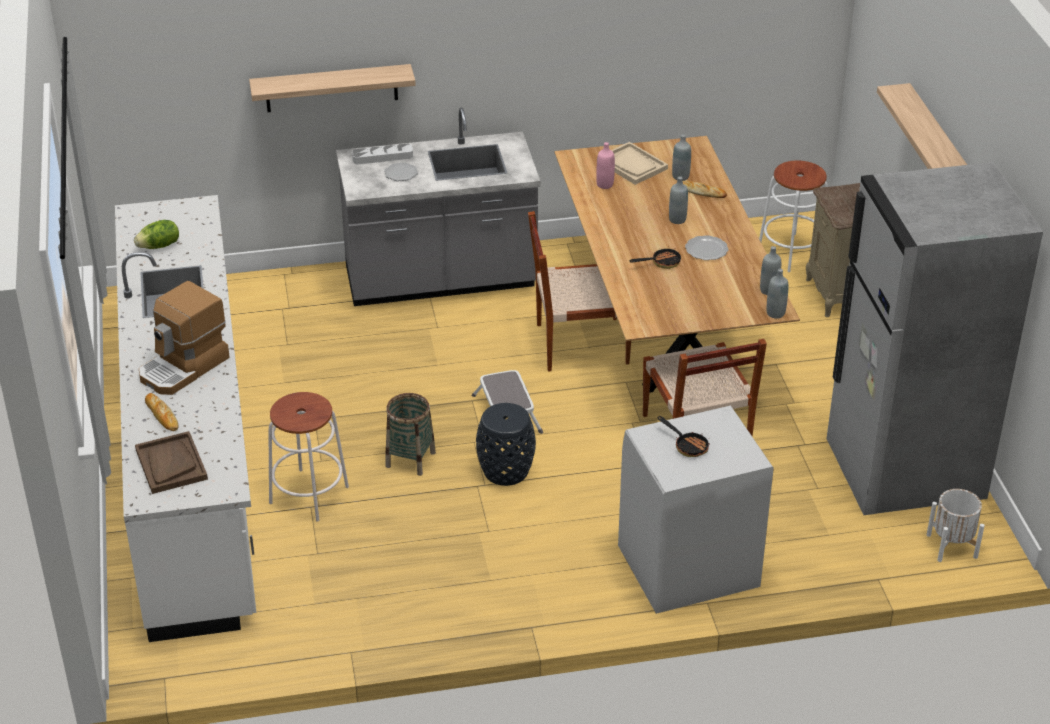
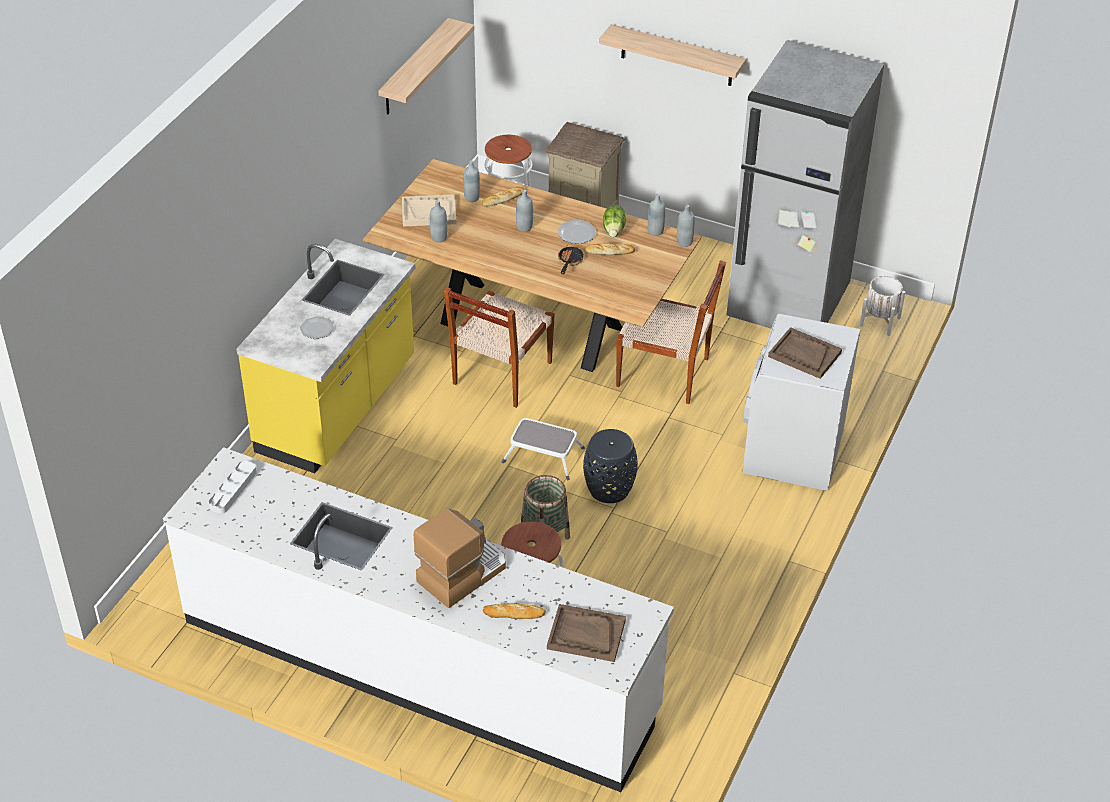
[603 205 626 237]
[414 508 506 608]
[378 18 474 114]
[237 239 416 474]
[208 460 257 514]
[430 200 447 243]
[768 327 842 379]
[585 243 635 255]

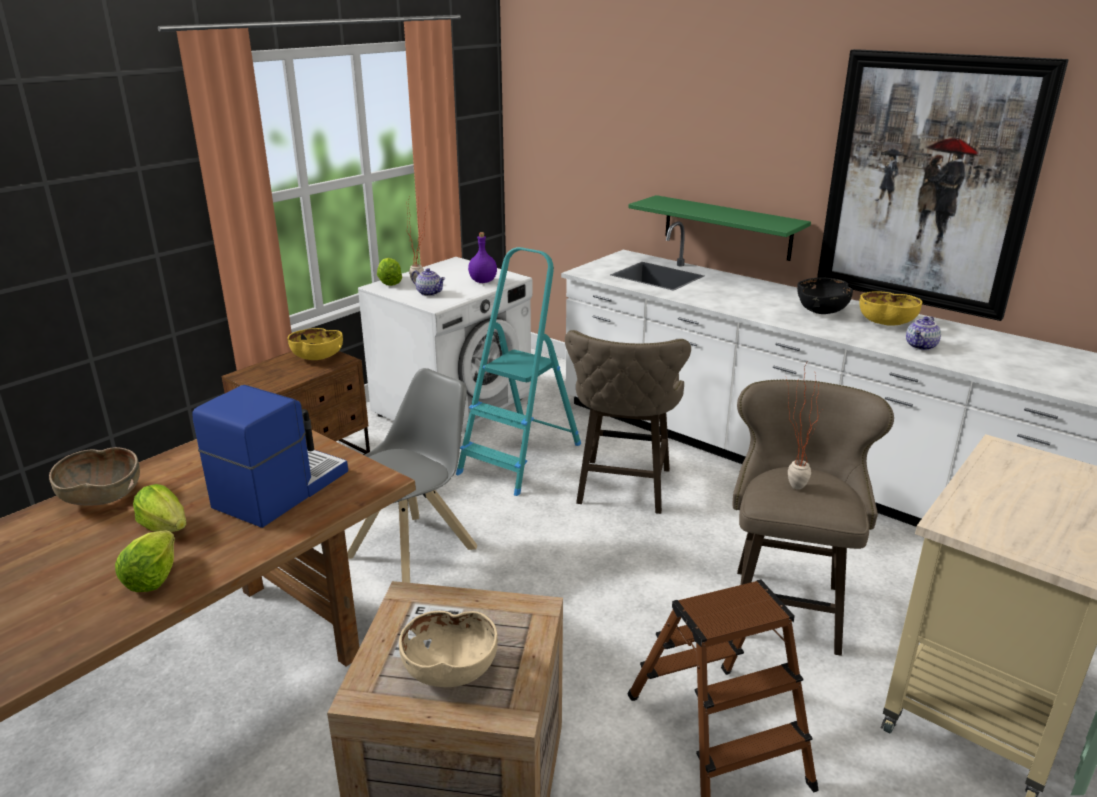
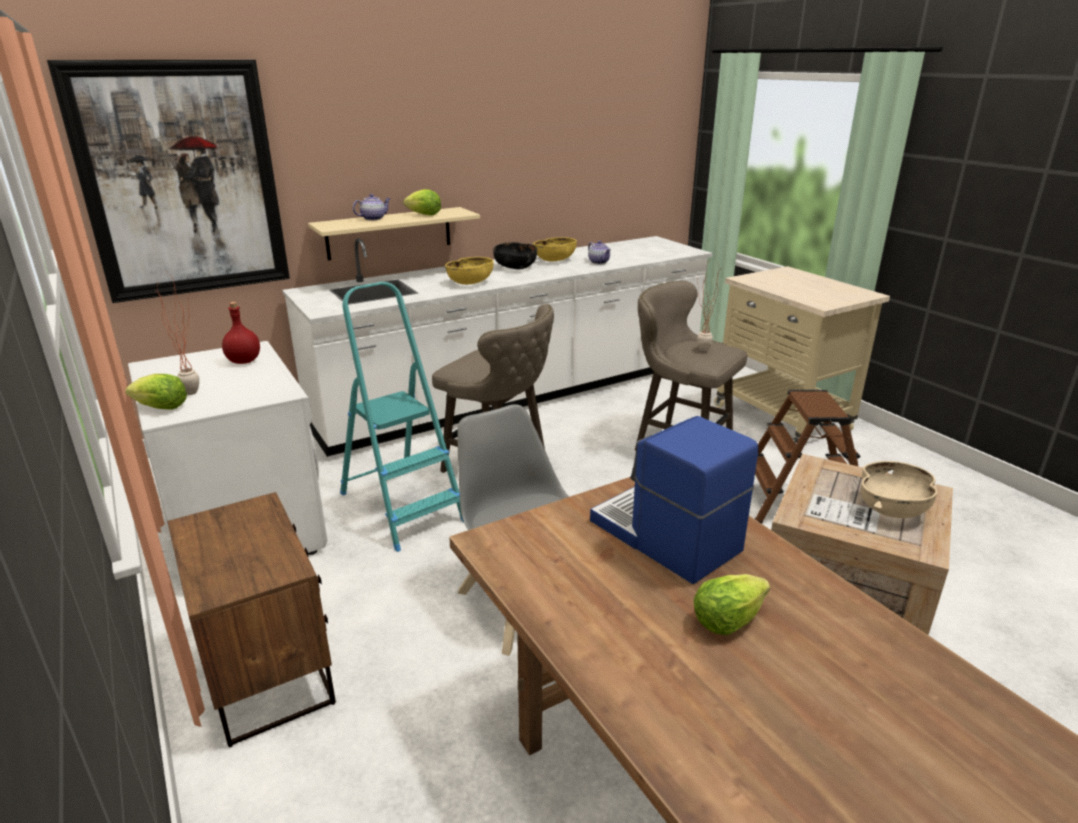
[49 447 140 505] (first image)
[403 189 441 215]
[445 257 494 285]
[353 194 391 220]
[222 302 260 364]
[308 207 480 261]
[47 60 290 303]

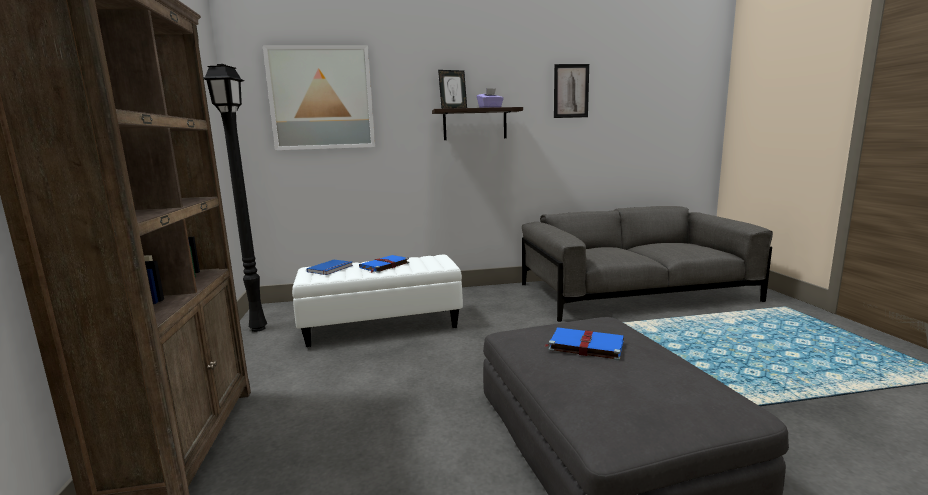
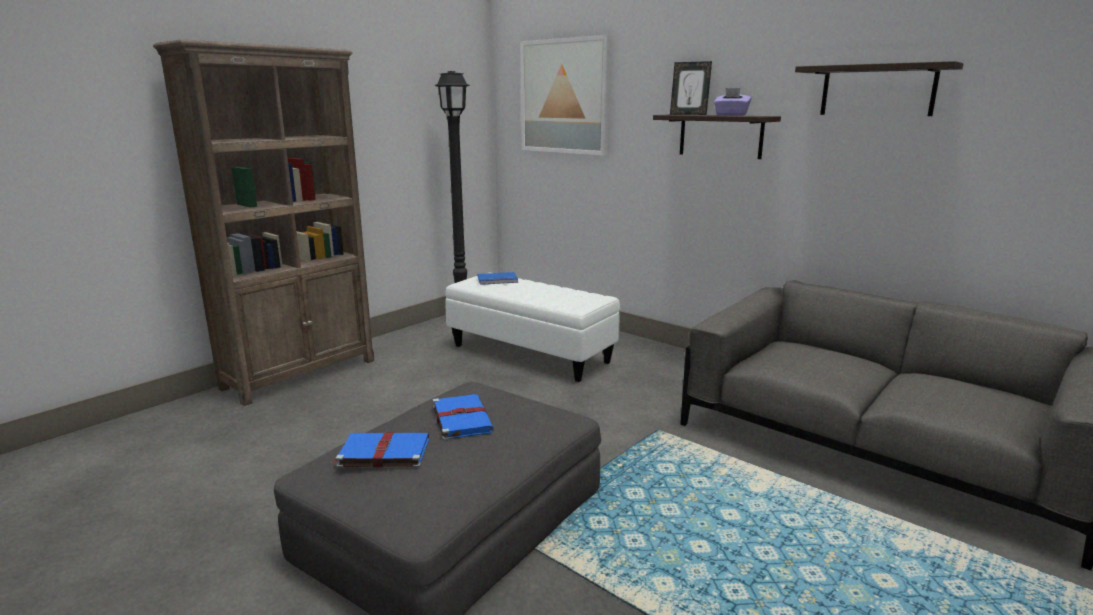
[333 432 429 468]
[795 61 964 116]

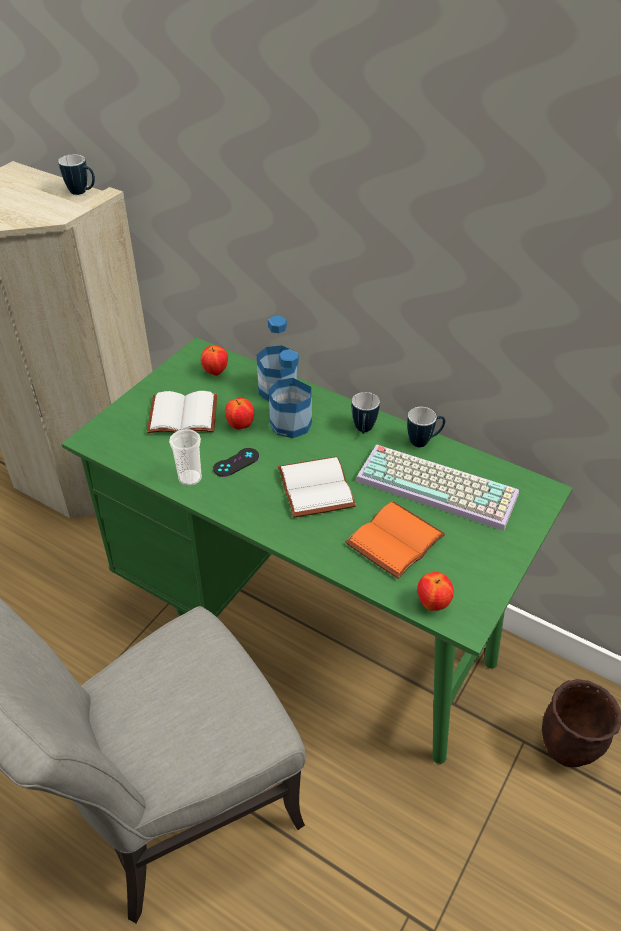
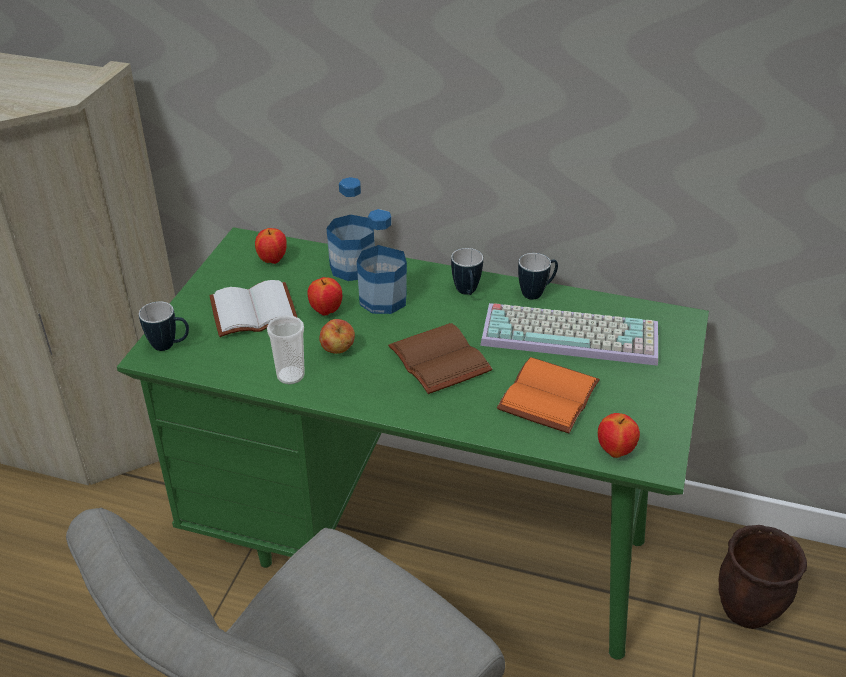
[139 301 189 351]
[319 319 355 354]
[388 323 492 394]

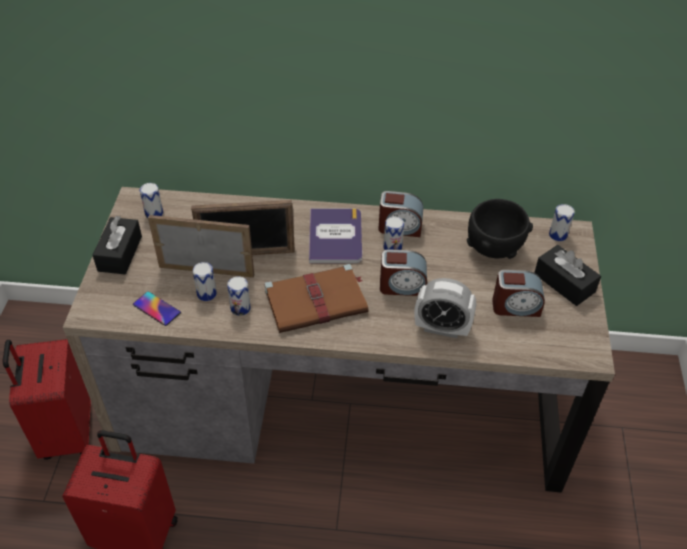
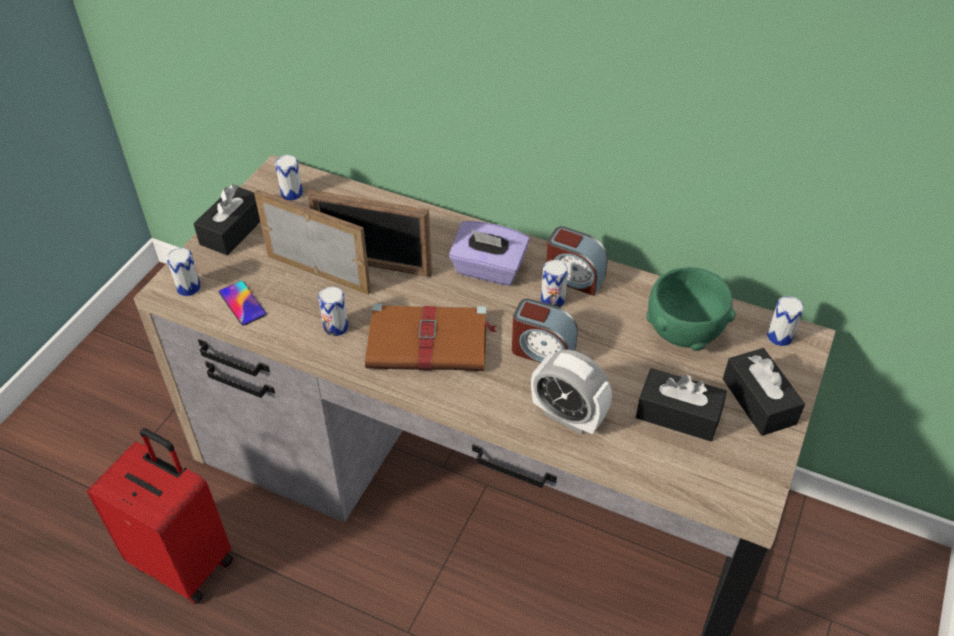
[3 339 91 460] (first image)
[166 247 201 296]
[449 221 530 286]
[646 267 736 351]
[636 368 727 441]

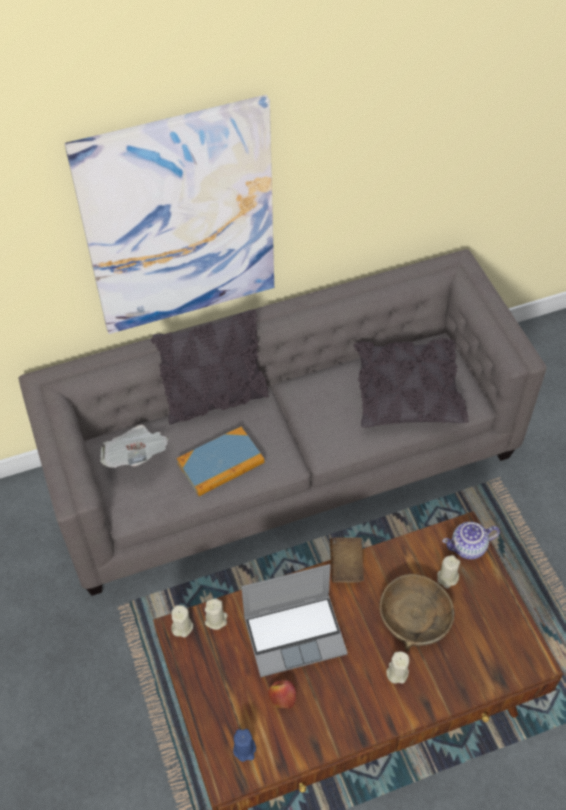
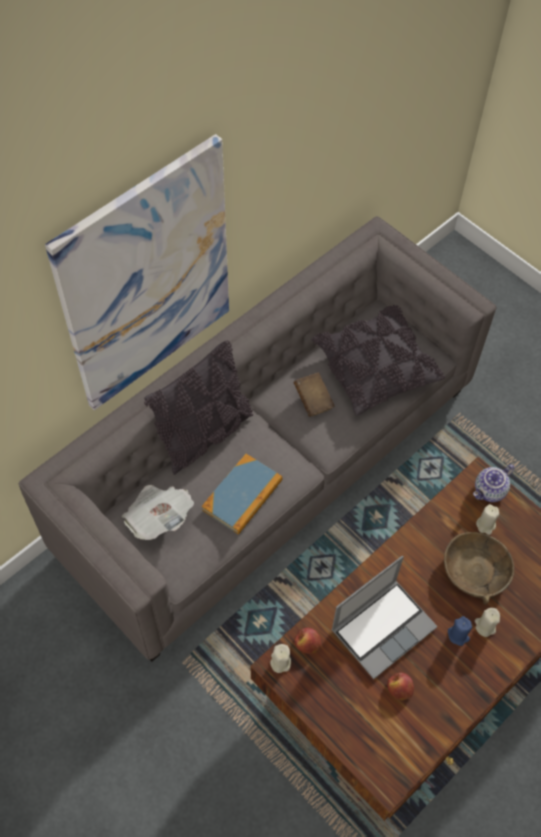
[294 628 322 654]
[448 616 472 646]
[293 372 335 417]

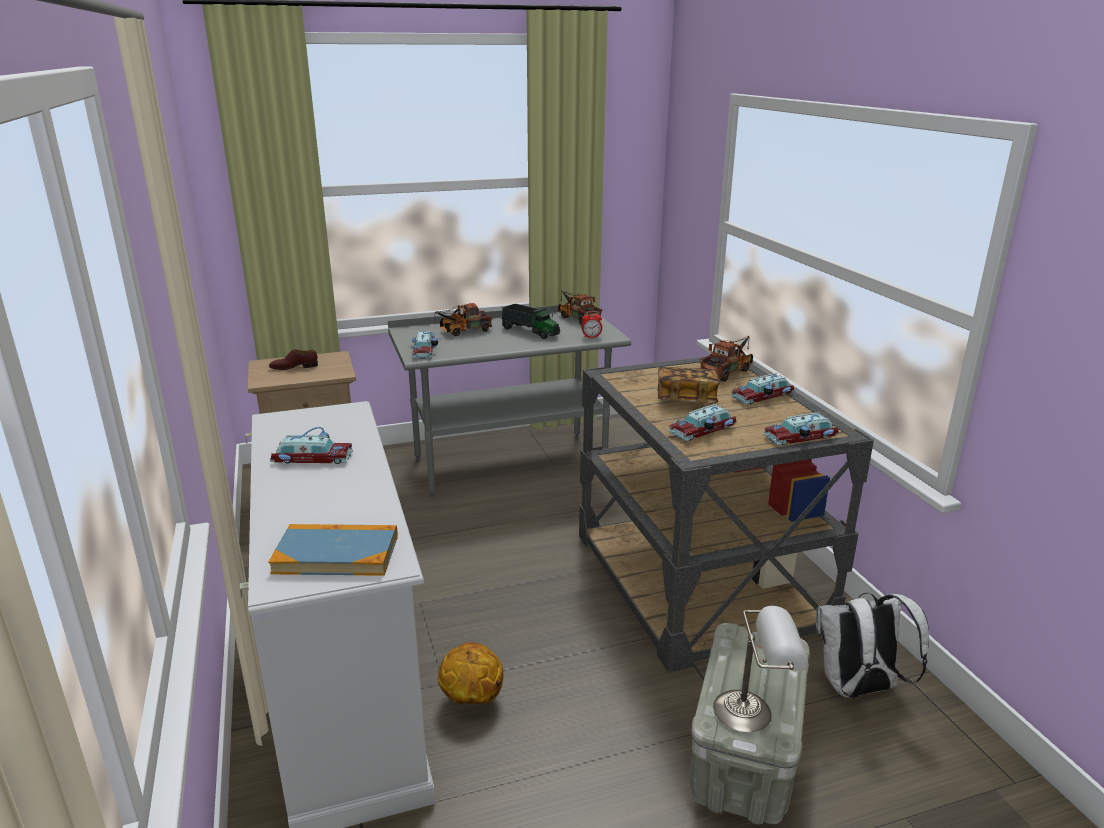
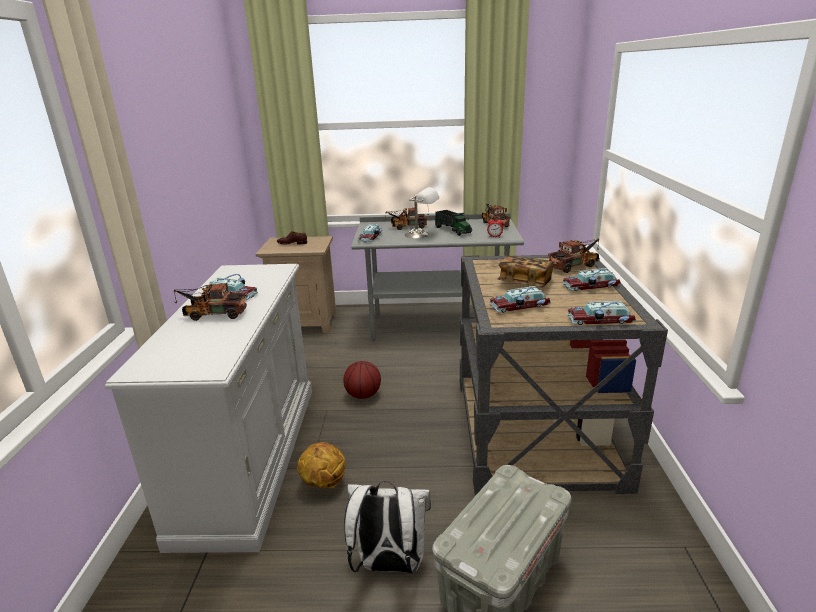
[269 524 398 576] (first image)
[405 187 439 238]
[344 481 431 573]
[174 282 247 321]
[343 361 381 399]

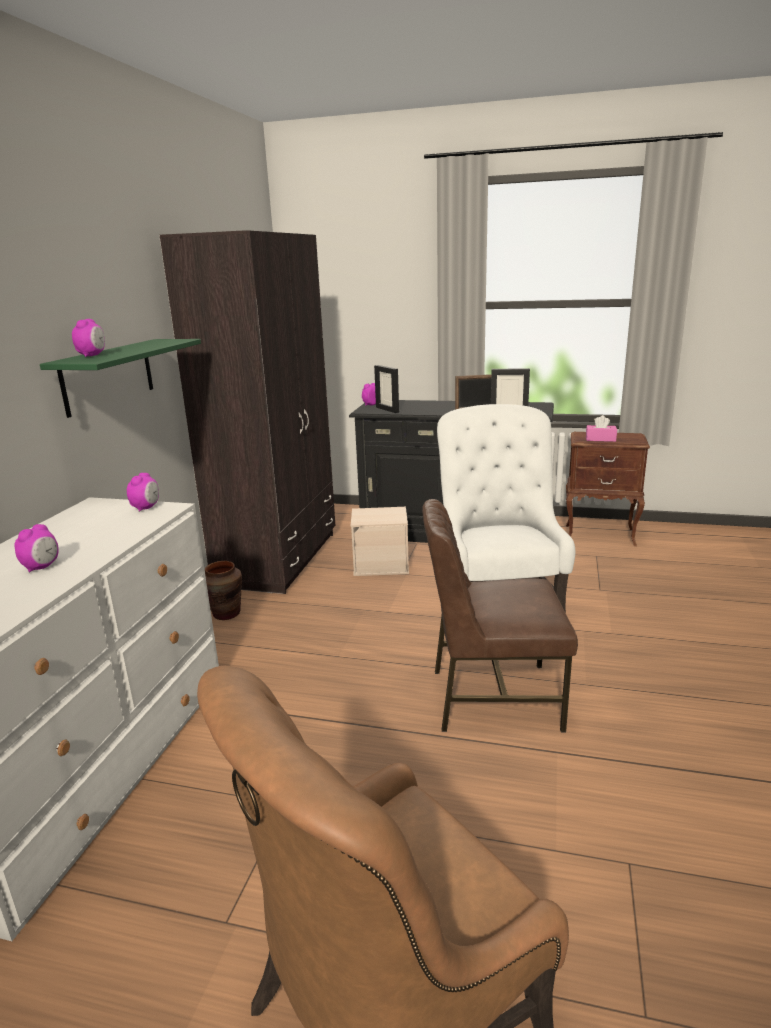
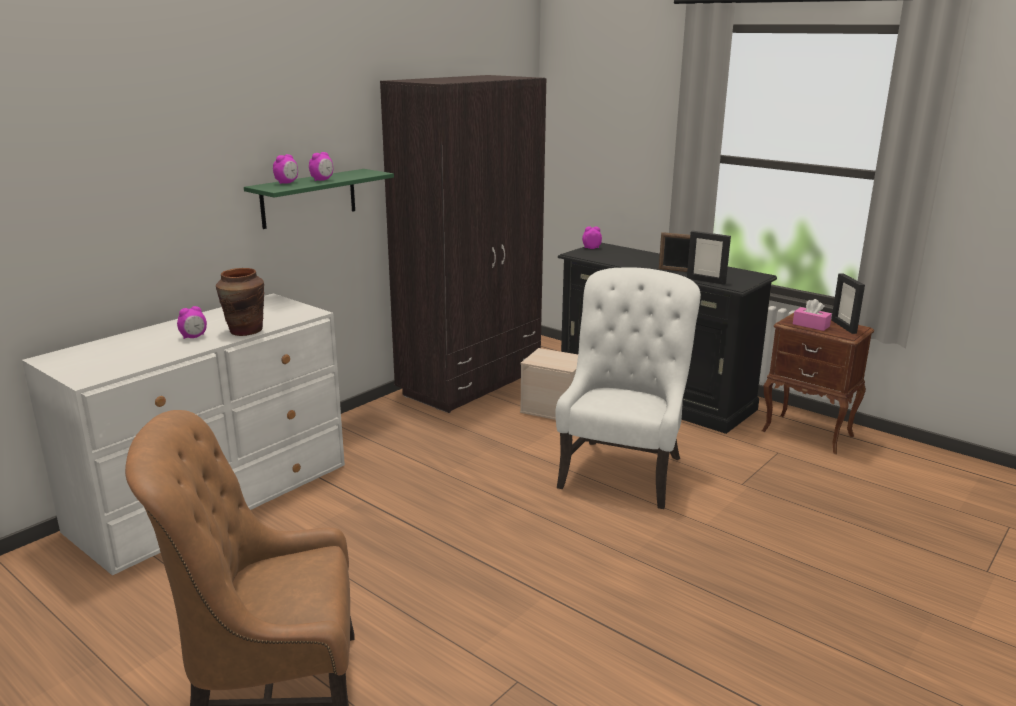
[309 152 333 181]
[216 268 264 336]
[831 273 865 334]
[422 499 578 733] (first image)

